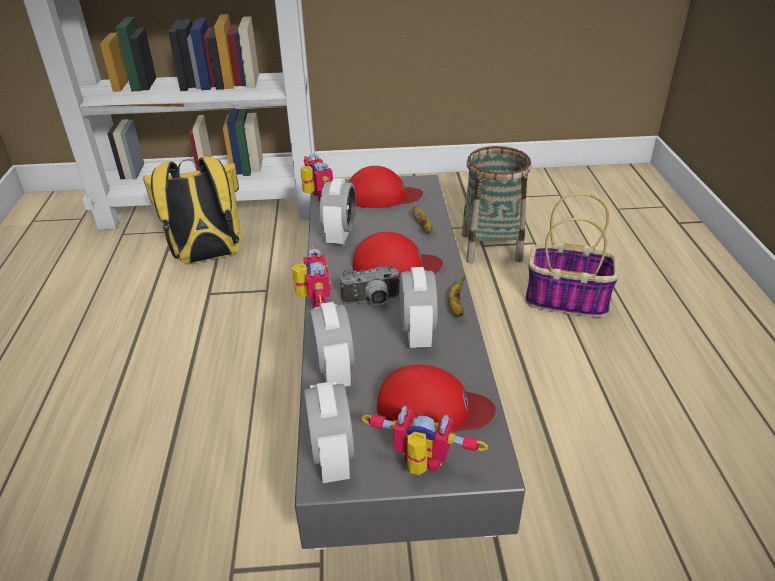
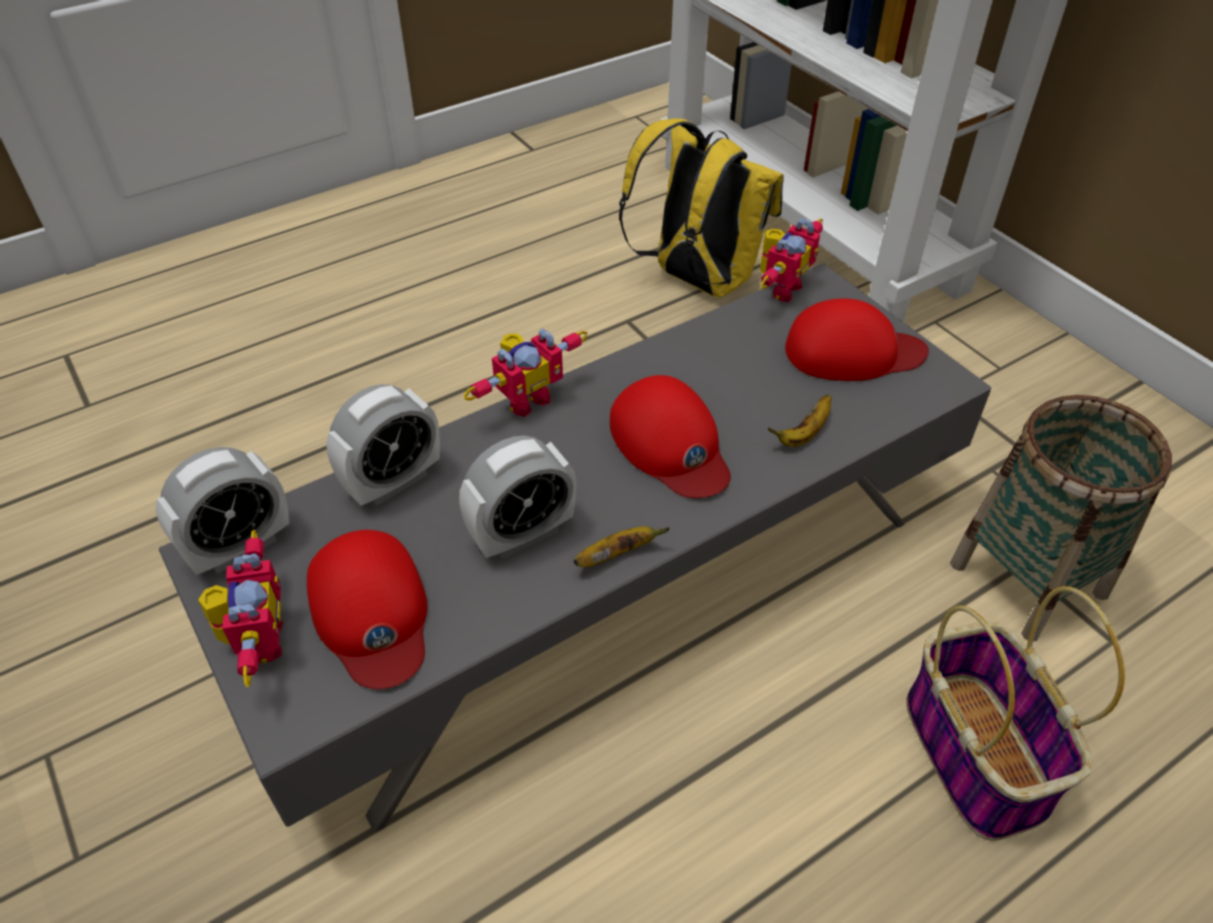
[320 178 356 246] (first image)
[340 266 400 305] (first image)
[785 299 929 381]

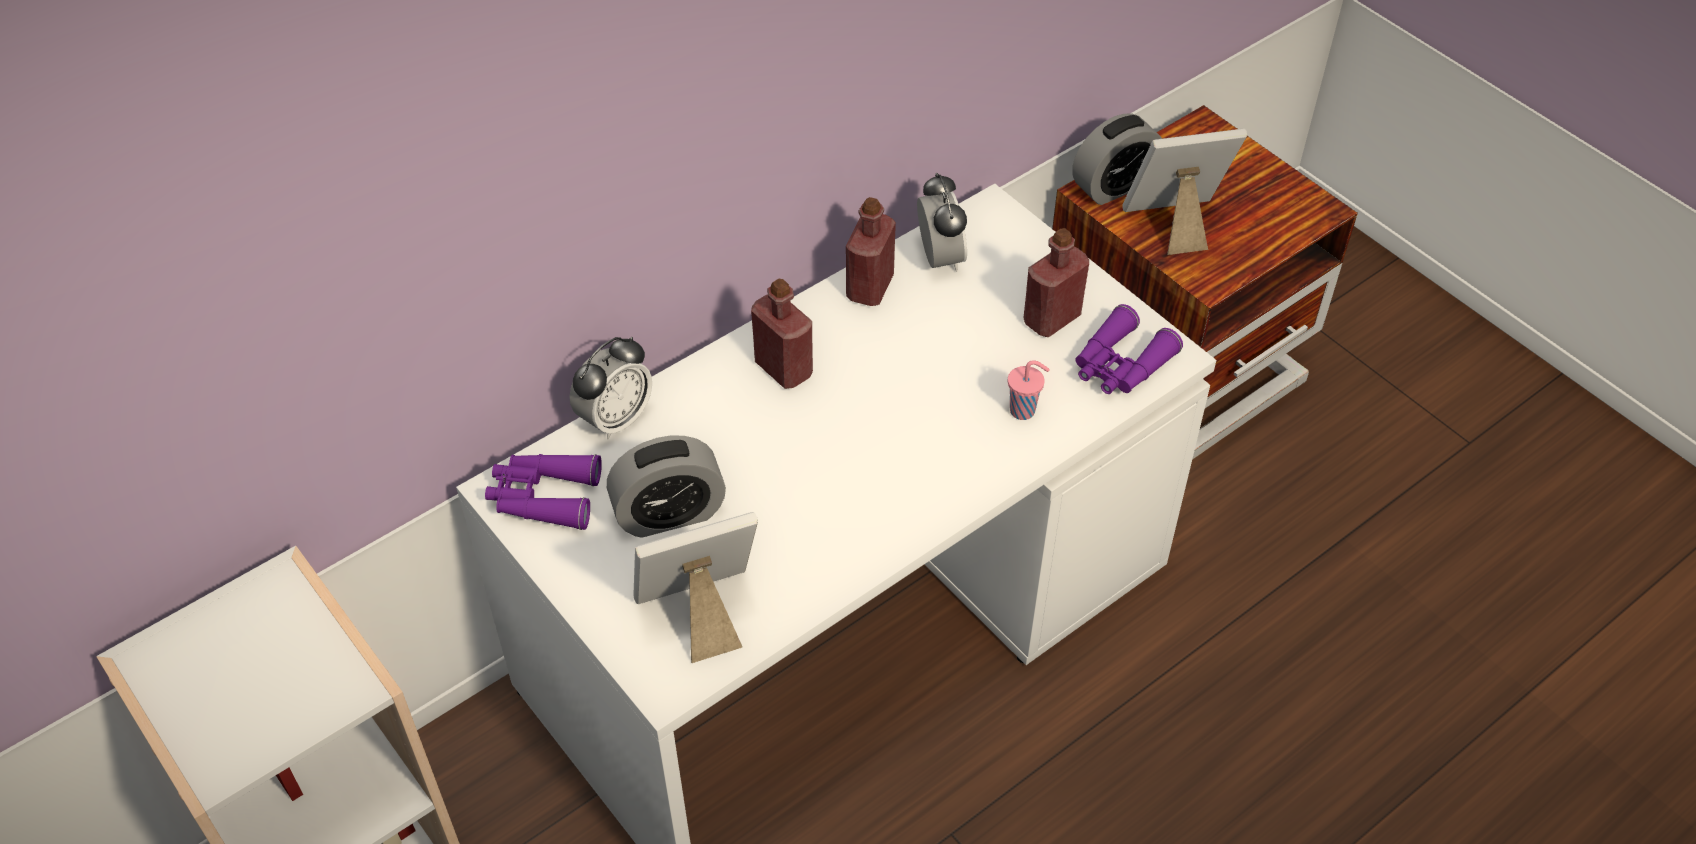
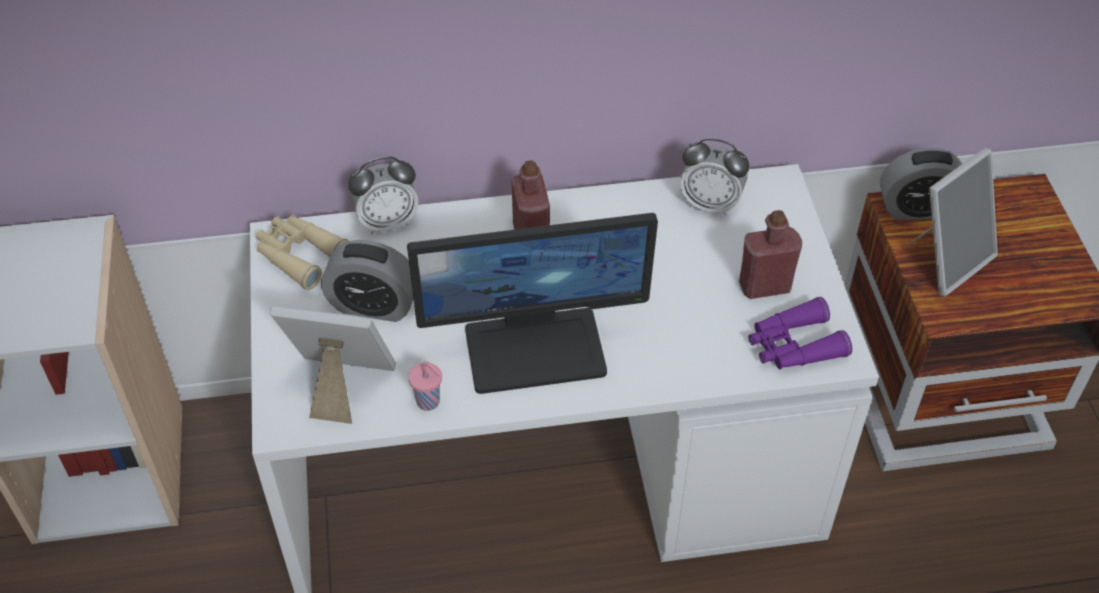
[256 215 349 290]
[846 197 896 306] (first image)
[680 138 750 216]
[408 362 443 411]
[905 148 998 297]
[407 213 658 394]

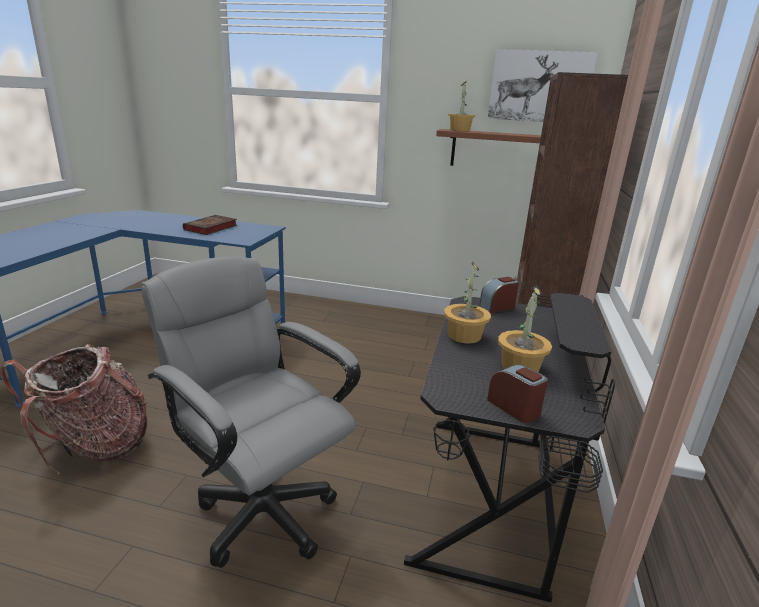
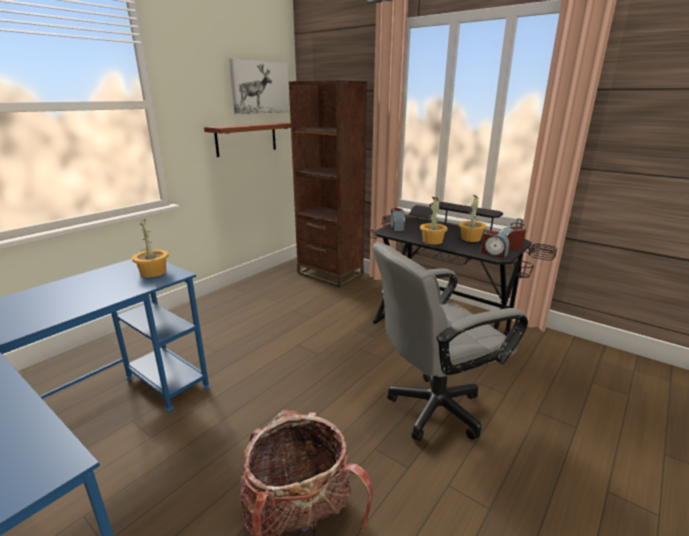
[183 215 237 235] (first image)
[132 219 169 278]
[481 230 510 258]

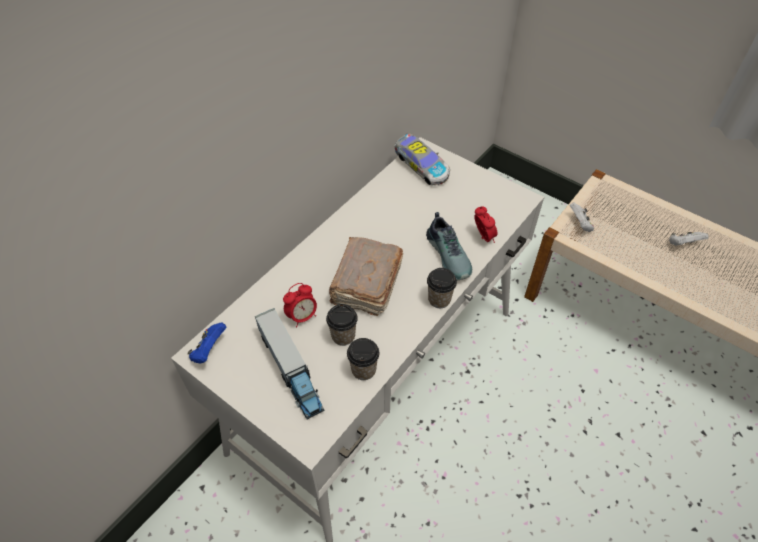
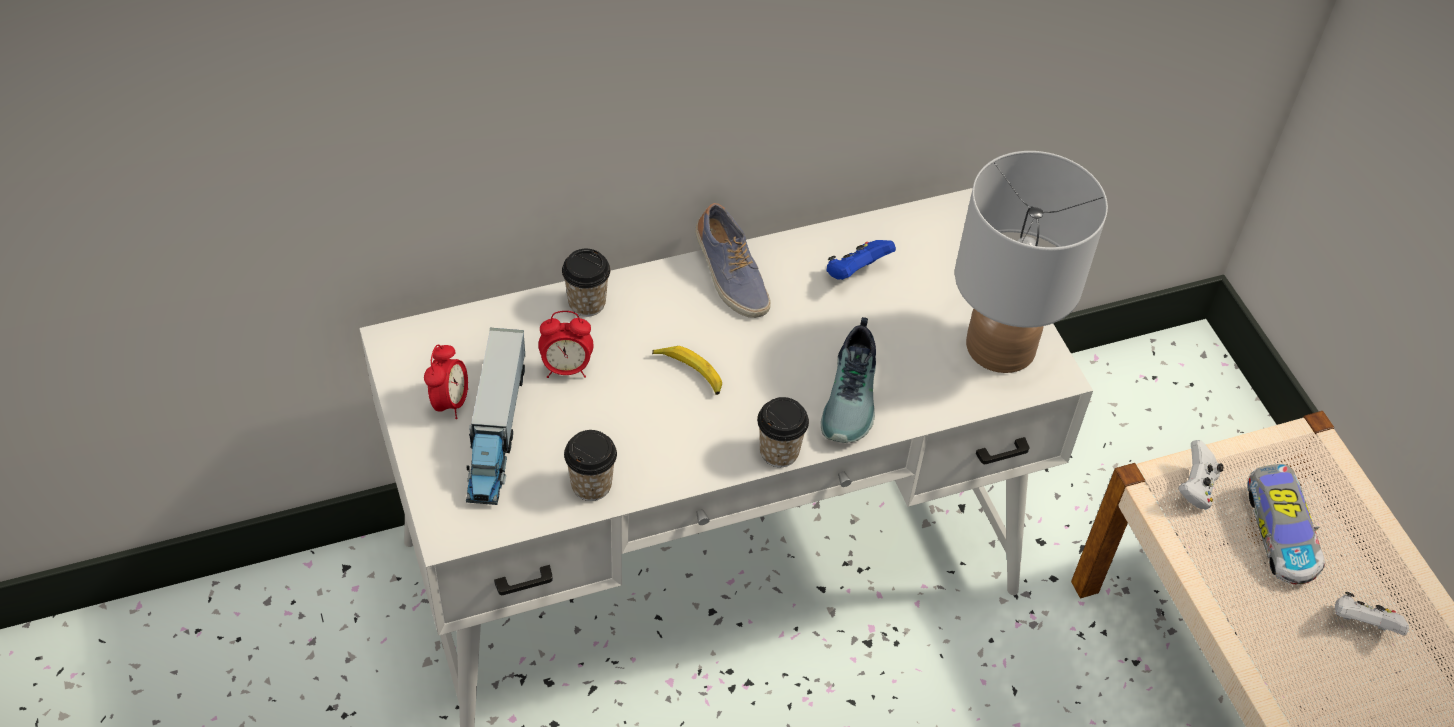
[827 240 896 280]
[562 249 610 317]
[652 346 722 395]
[1247 464 1325 585]
[424 344 468 419]
[695 203 771 318]
[955 151 1108 373]

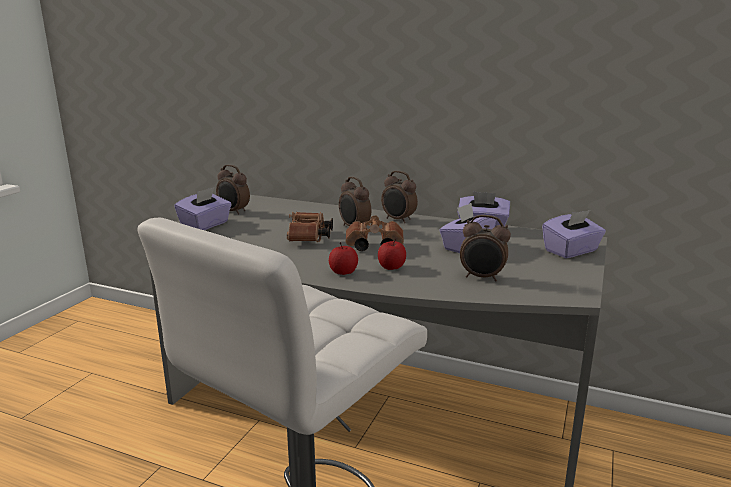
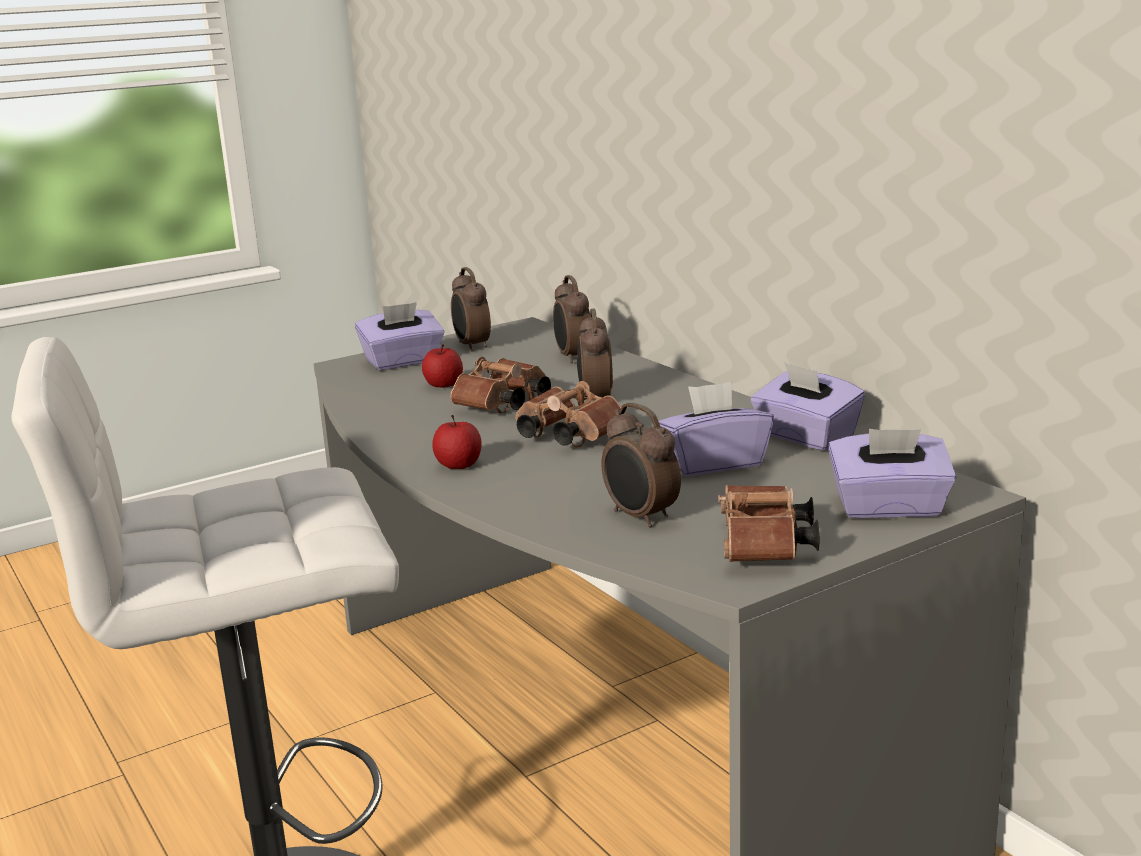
[422 344 463 388]
[553 275 590 364]
[718 485 819 562]

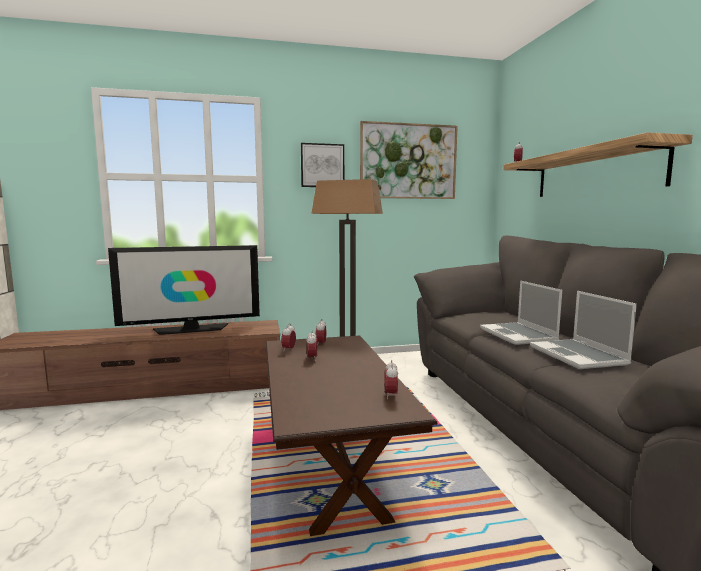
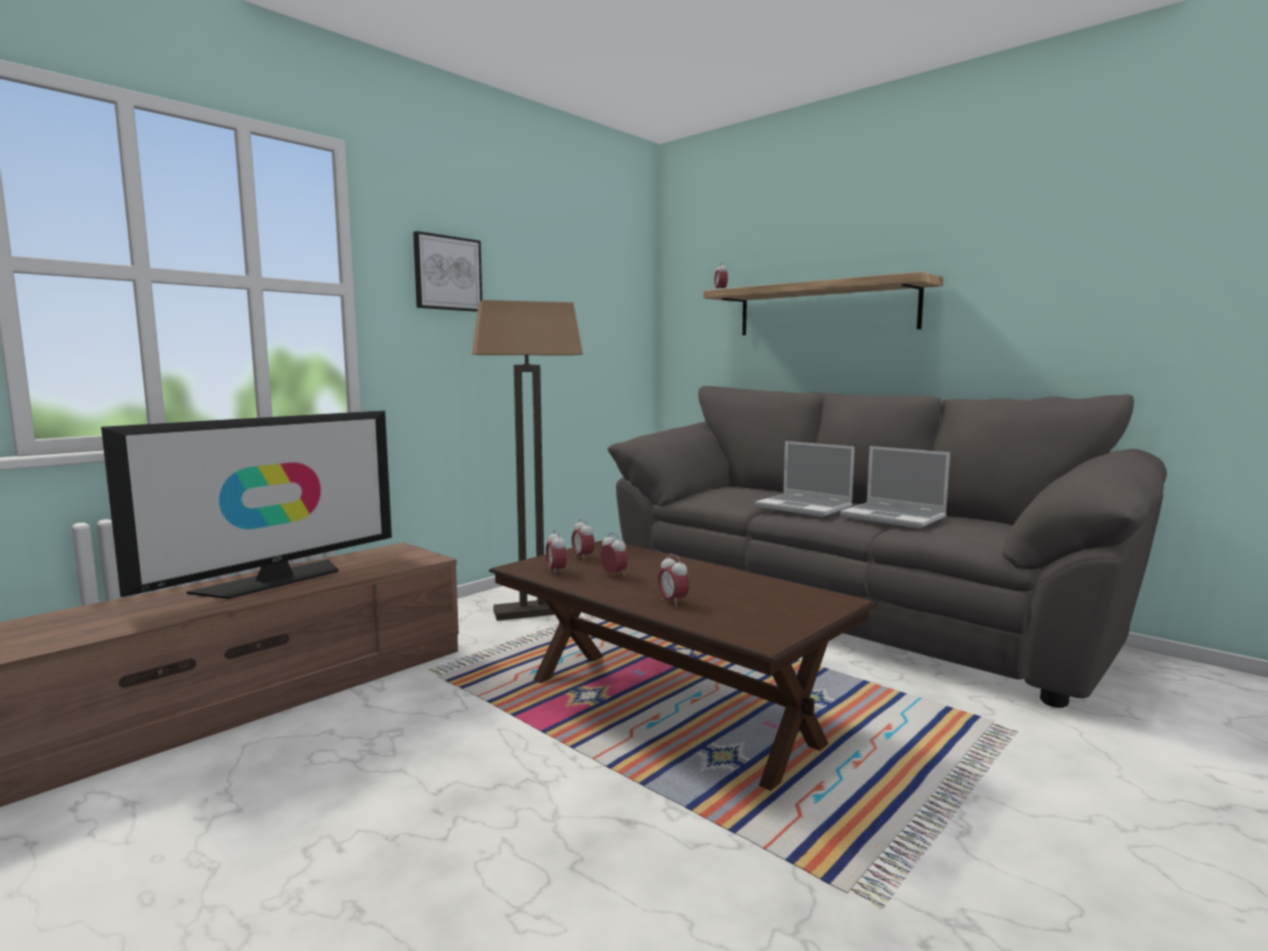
[360 121 458 199] (first image)
[658 554 690 606]

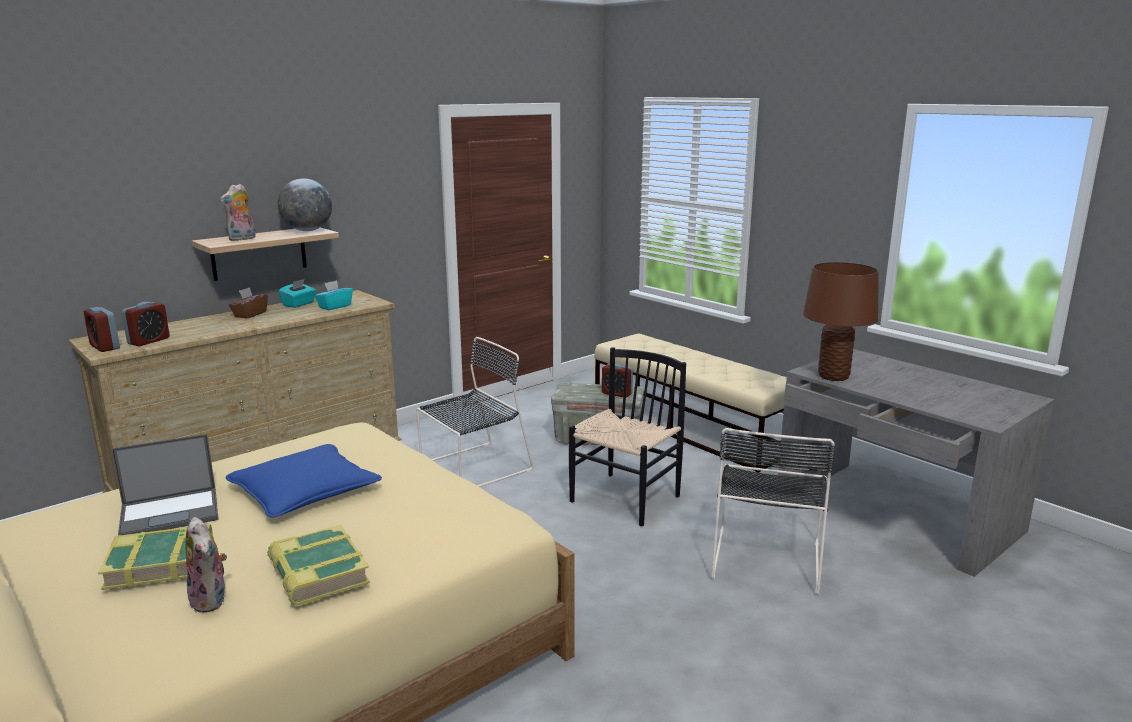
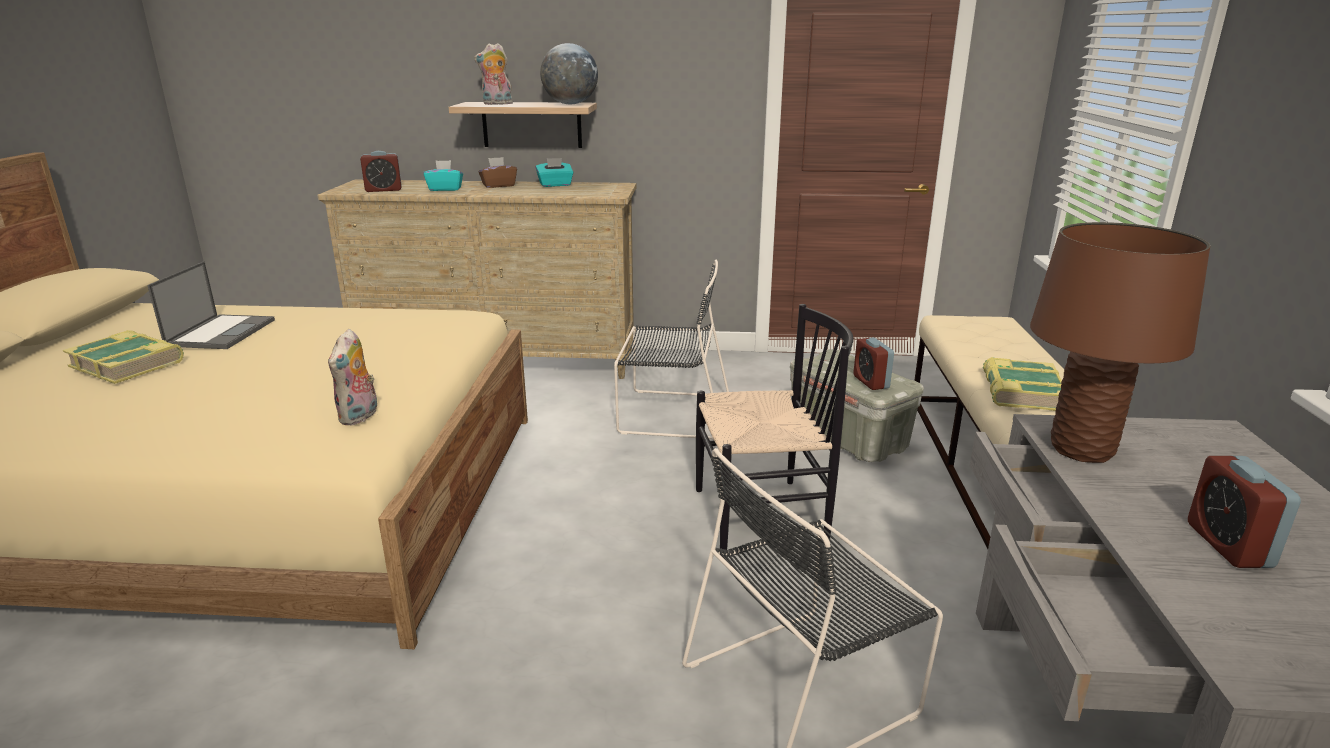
[1188 456 1301 568]
[147 261 275 349]
[328 329 377 425]
[226 444 382 517] (first image)
[983 357 1062 411]
[423 160 463 191]

